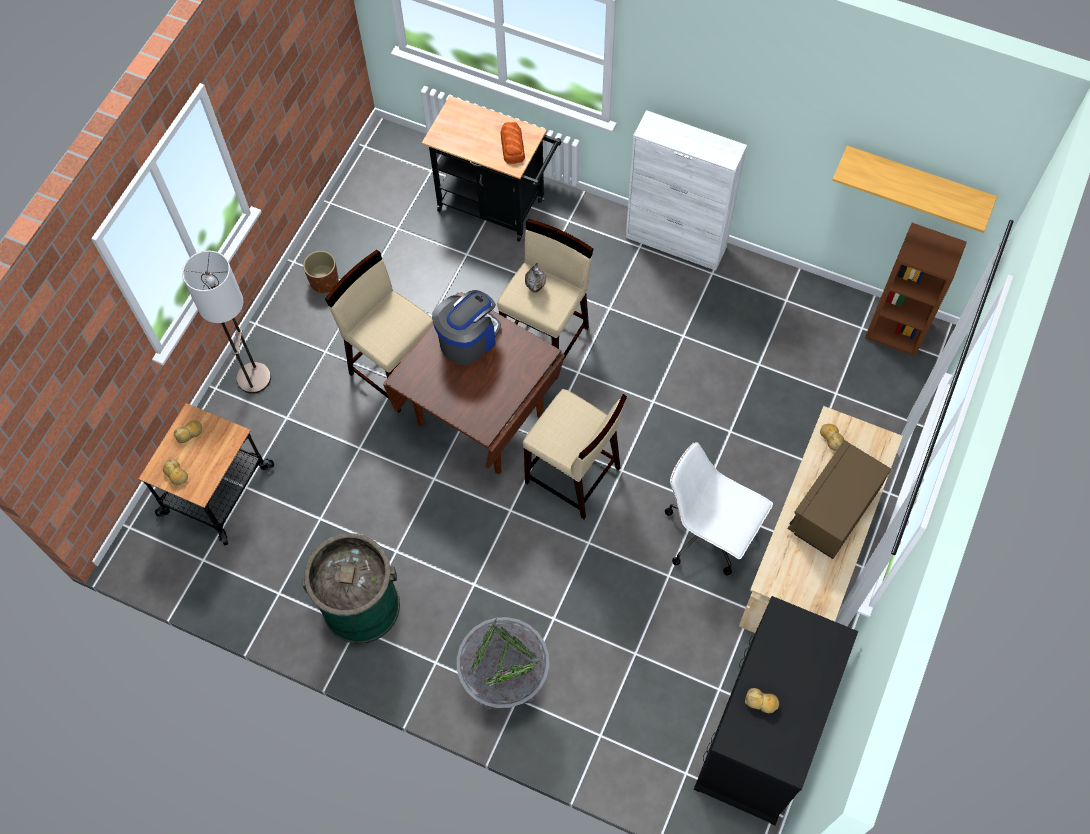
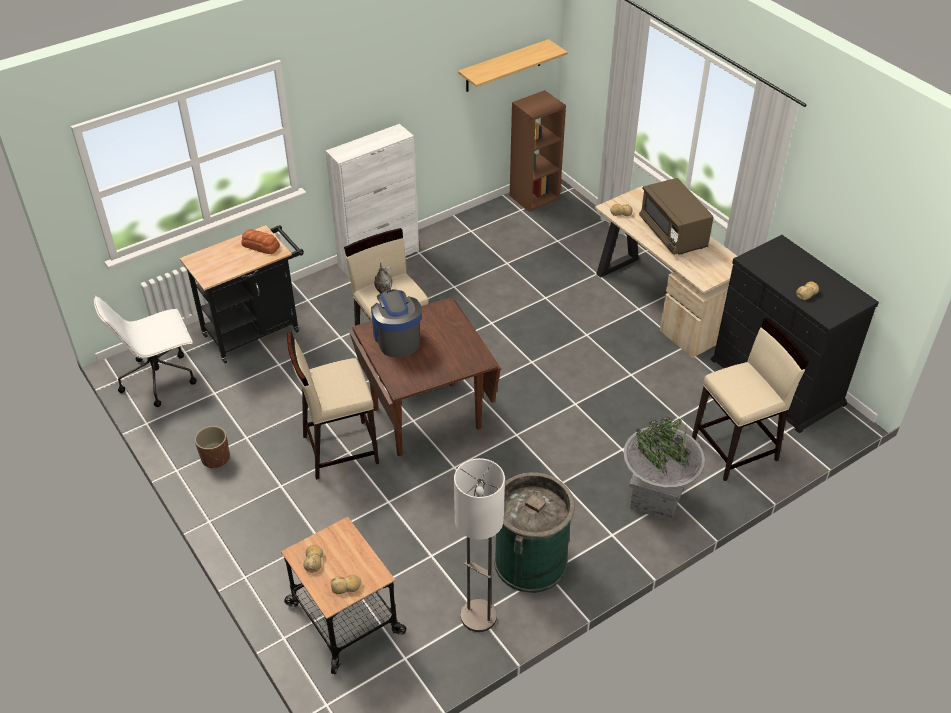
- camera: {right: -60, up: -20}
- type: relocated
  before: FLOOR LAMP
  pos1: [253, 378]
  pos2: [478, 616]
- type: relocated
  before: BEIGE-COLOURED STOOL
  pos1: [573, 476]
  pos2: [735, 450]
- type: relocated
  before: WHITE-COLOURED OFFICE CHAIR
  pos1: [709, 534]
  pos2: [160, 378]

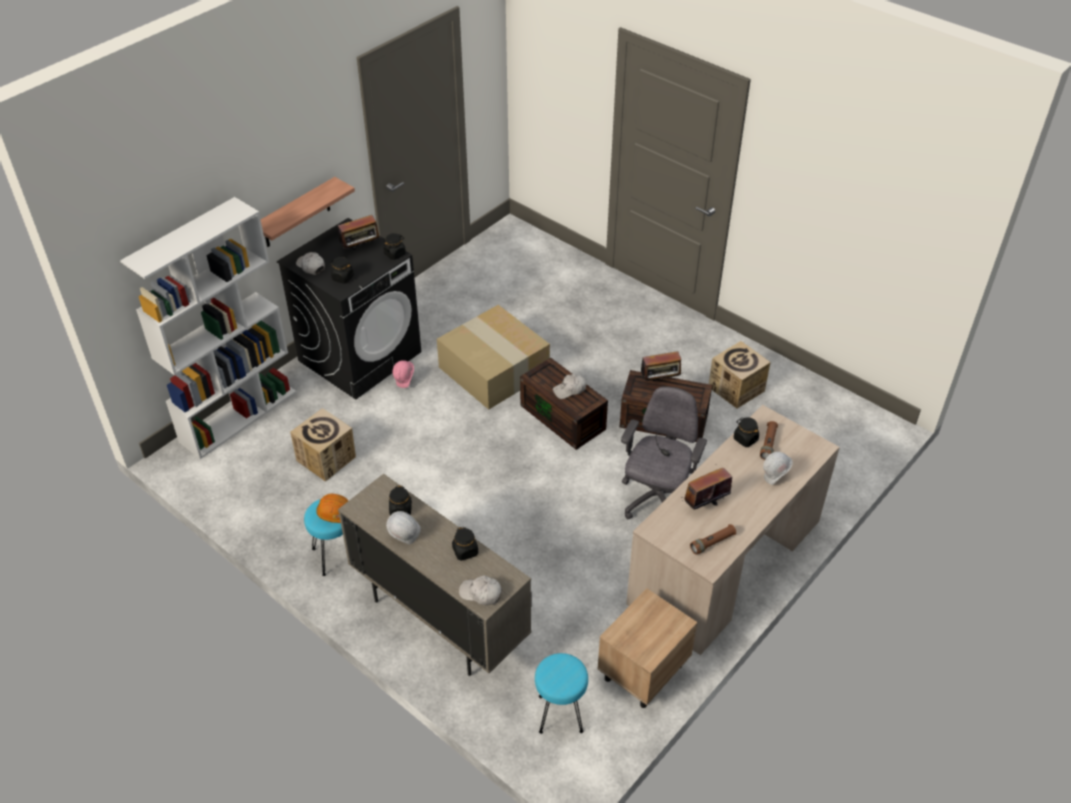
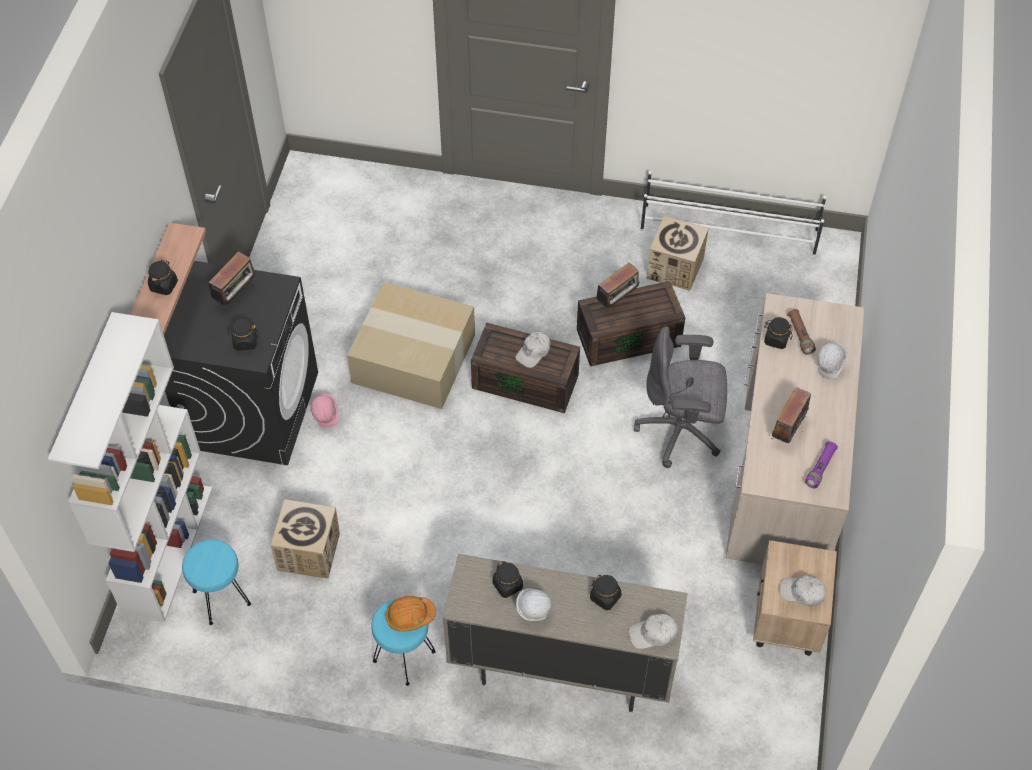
- camera: {right: -30, up: 10}
- type: relocated
  before: WHITE-COLOURED PEAKED CAP
  pos1: [311, 266]
  pos2: [802, 593]
- type: relocated
  before: BLACKISH STORAGE JAR
  pos1: [395, 254]
  pos2: [164, 285]
- type: relocated
  before: TURQUOISE-COLOURED STOOL
  pos1: [560, 714]
  pos2: [221, 598]
- type: spun
  before: GRAY OFFICE CHAIR
  pos1: [657, 500]
  pos2: [681, 432]
  turn: -75
- type: colour
  before: BROWNISH TORCH
  after: PURPLE TORCH
  pos1: [712, 543]
  pos2: [820, 468]
- type: appeared
  after: WHITE-COLOURED SHOE SHELF
  pos2: [729, 231]

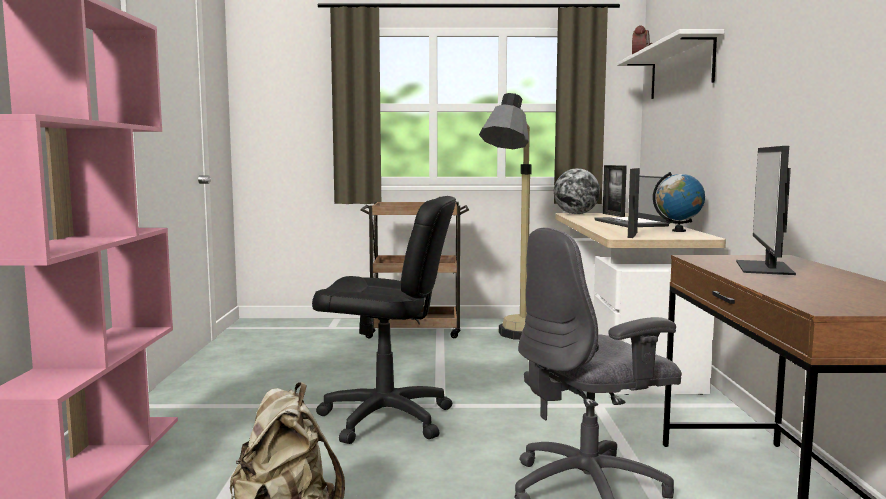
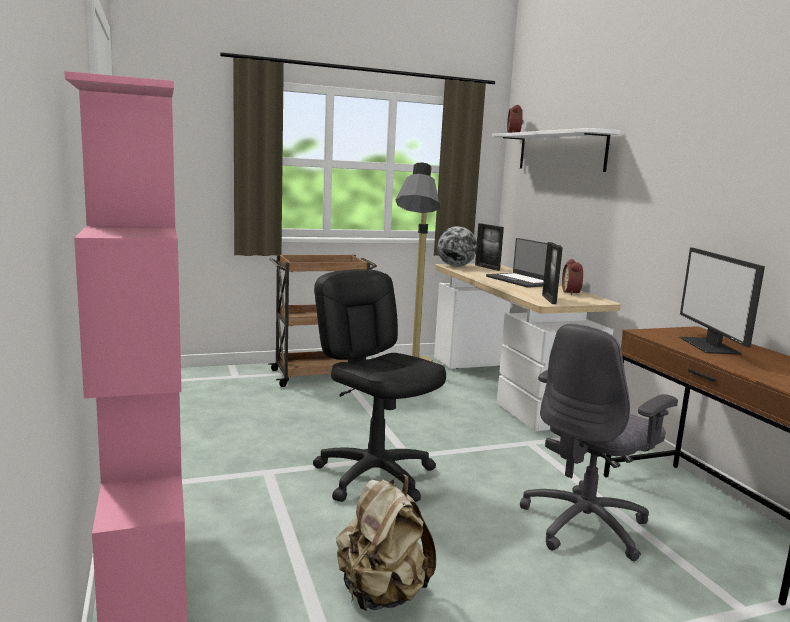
- camera: {right: -20, up: 5}
- type: spun
  before: BLACKISH OFFICE CHAIR
  pos1: [386, 419]
  pos2: [375, 476]
  turn: -120
- type: exchanged
  before: DESK GLOBE
  after: ALARM CLOCK
  pos1: [678, 231]
  pos2: [572, 292]

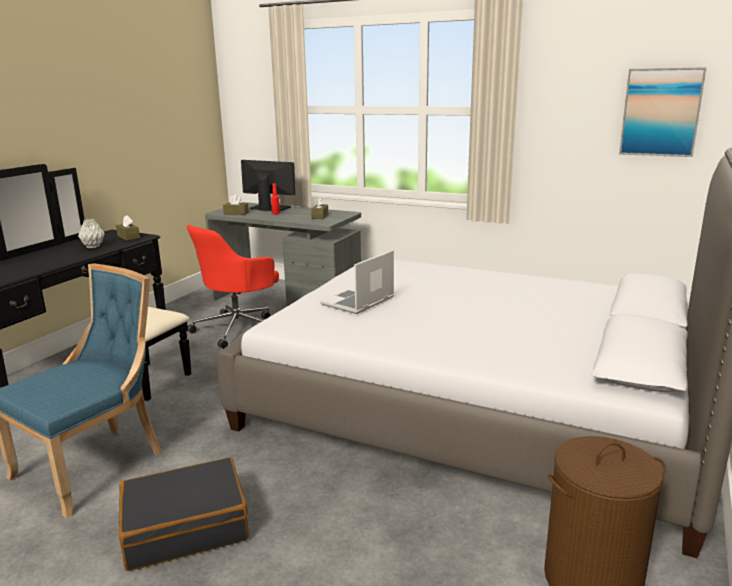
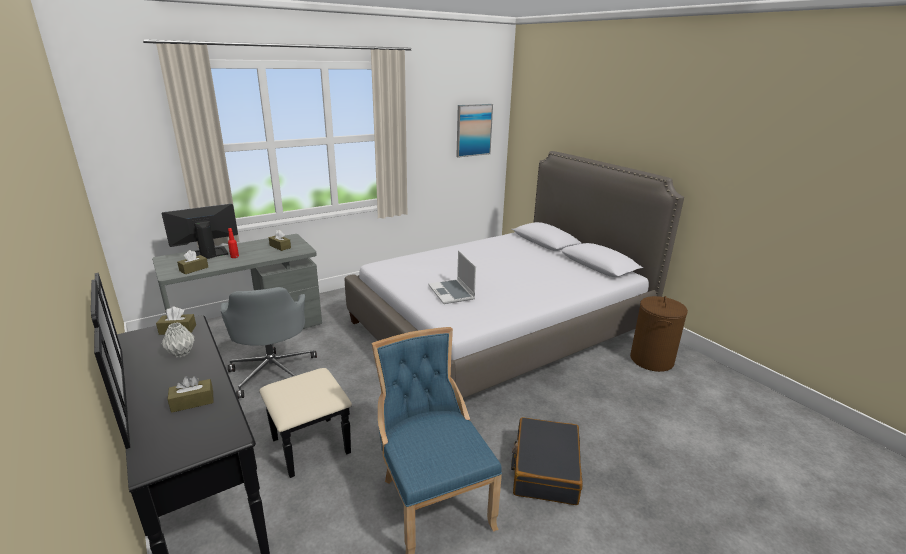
- camera: {right: -60, up: 5}
- type: colour
  before: REDDISH OFFICE CHAIR
  after: GRAY OFFICE CHAIR
  pos1: [239, 329]
  pos2: [273, 372]
- type: appeared
  after: BROWNISH TISSUE HOLDER
  pos2: [192, 402]

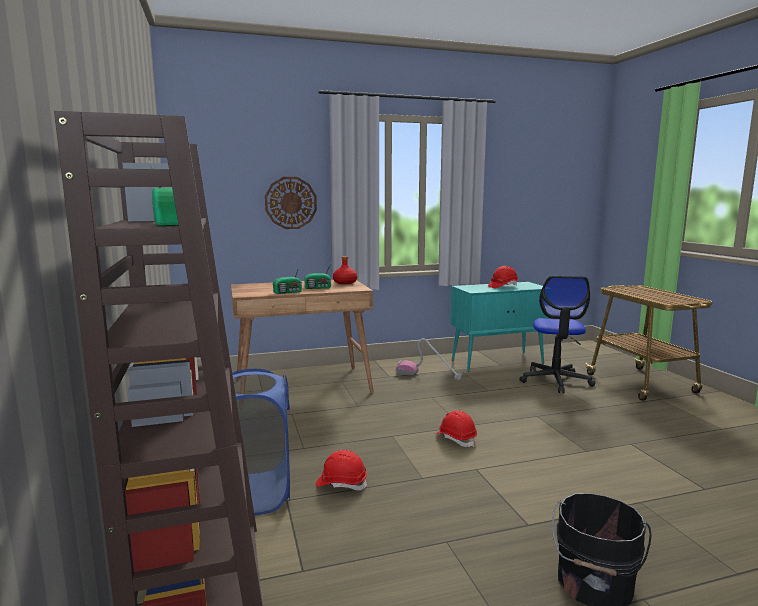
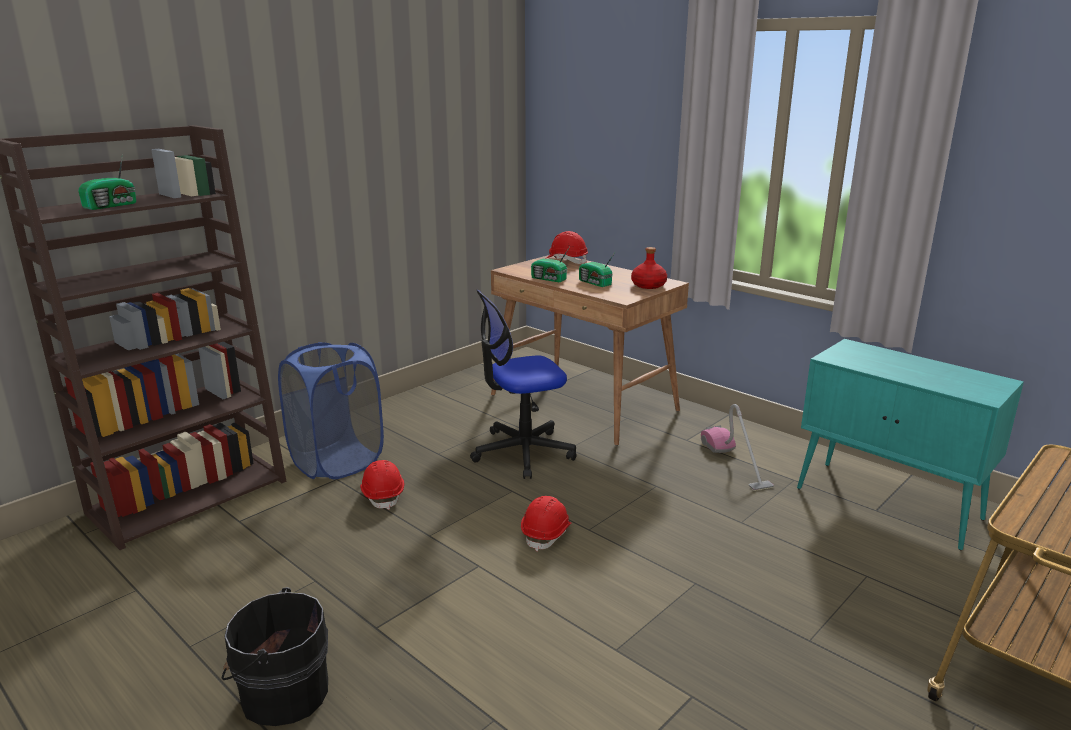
- camera: {right: 60, up: 10}
- type: missing
  before: CLOCK ON THE WALL
  pos1: [291, 203]
- type: relocated
  before: REDDISH WORK HELMET
  pos1: [503, 286]
  pos2: [566, 261]
- type: relocated
  before: OFFICE CHAIR
  pos1: [555, 381]
  pos2: [522, 452]

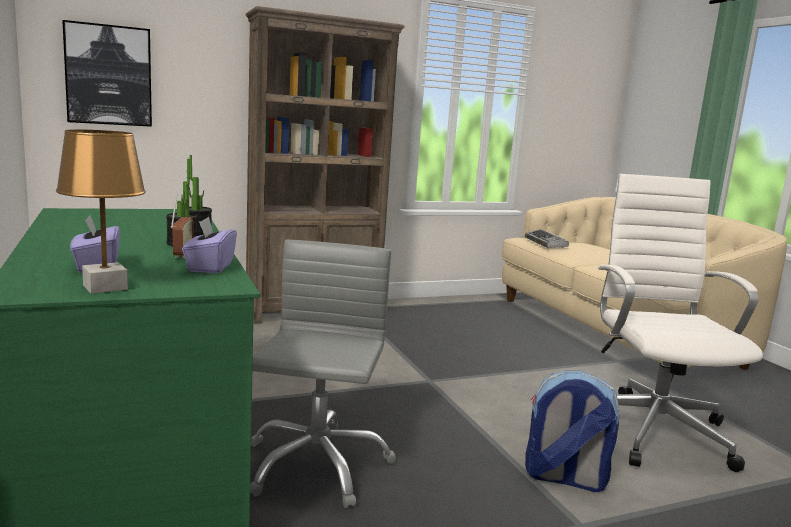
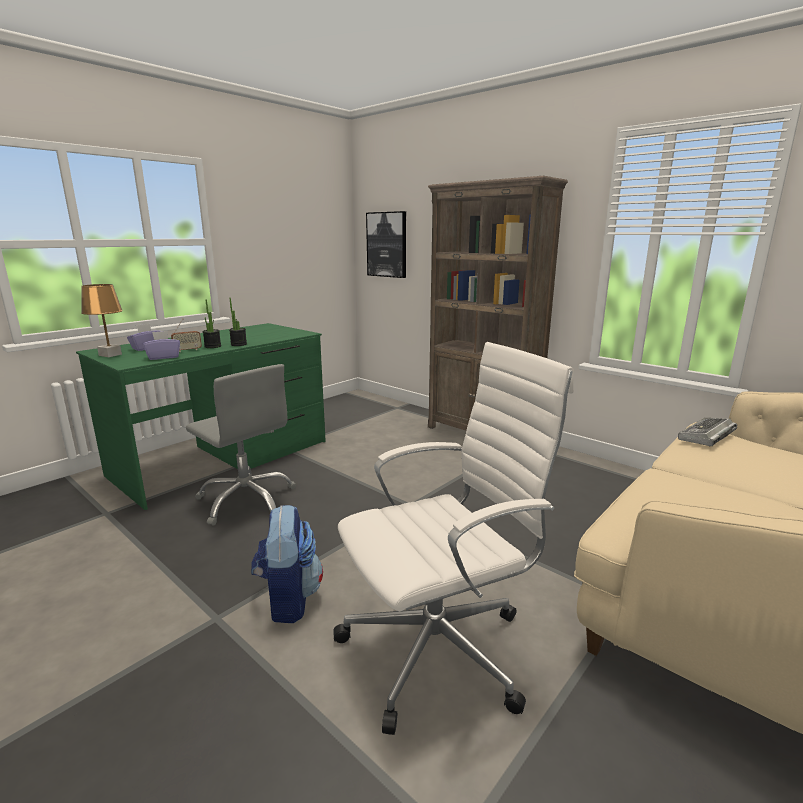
- camera: {right: 65, up: 5}
- type: spun
  before: GRAY OFFICE CHAIR
  pos1: [316, 464]
  pos2: [247, 500]
  turn: 60

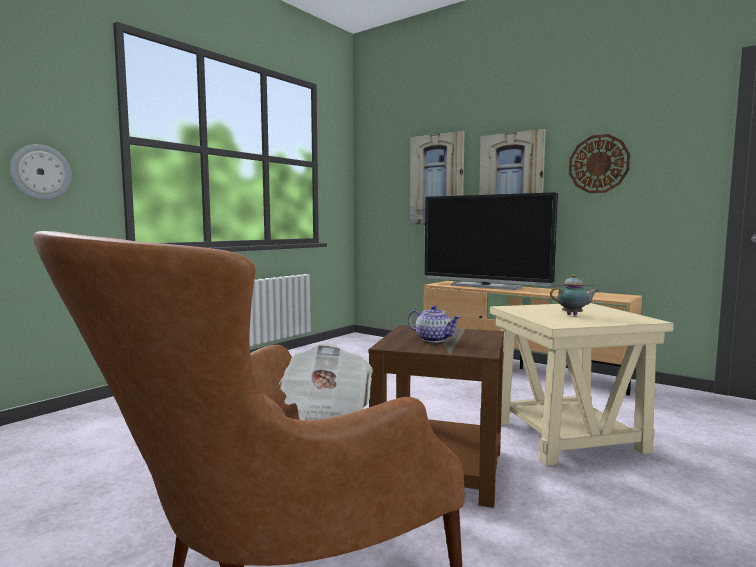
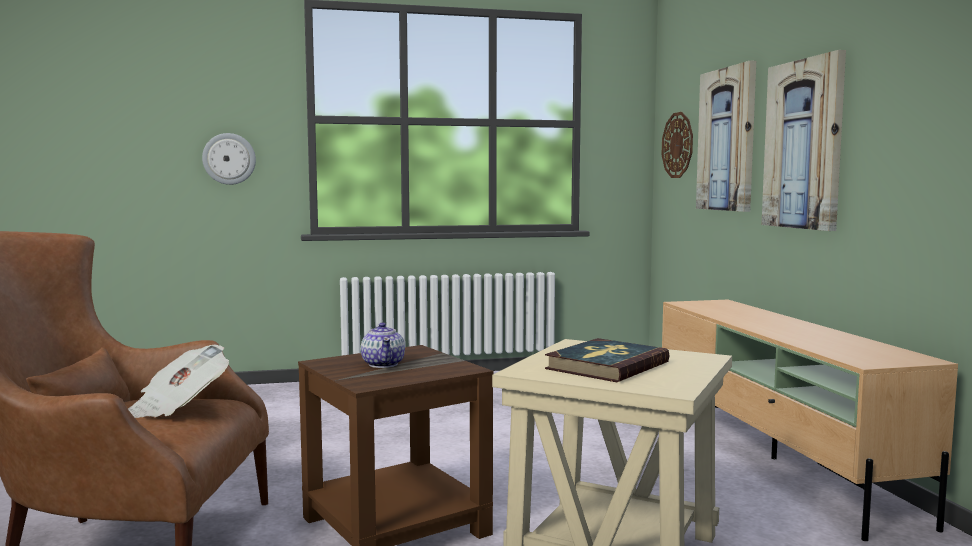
- camera: {right: 40, up: 0}
- type: missing
  before: TELEVISION
  pos1: [486, 286]
- type: exchanged
  before: TEA POT
  after: BOOK
  pos1: [573, 315]
  pos2: [606, 365]
- type: relocated
  before: CLOCK ON THE WALL
  pos1: [598, 164]
  pos2: [678, 145]

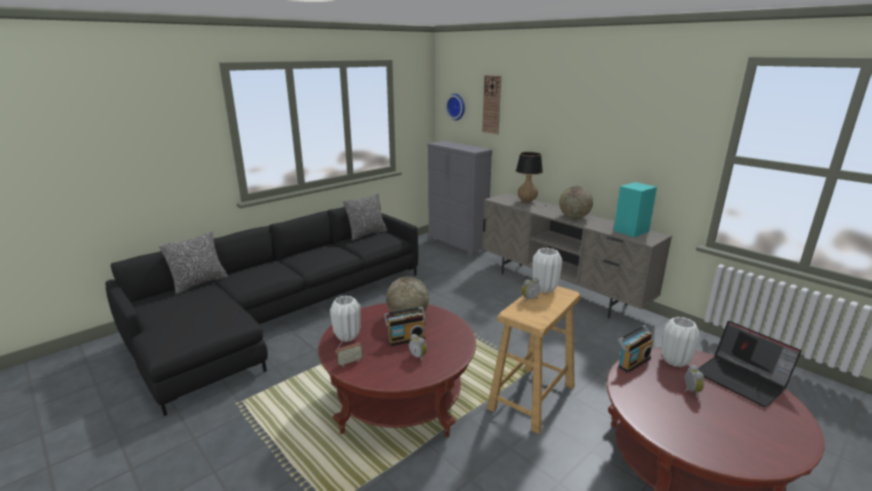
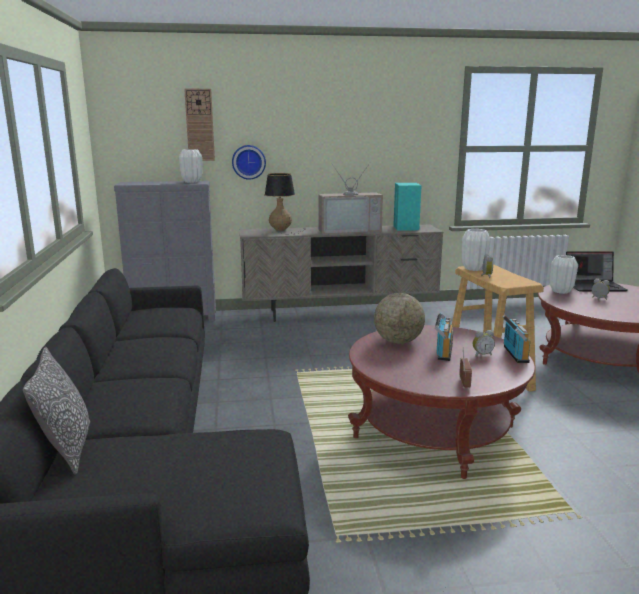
- camera: {right: -55, up: -5}
- type: relocated
  before: WHITE-COLOURED FLOWER VASE
  pos1: [347, 336]
  pos2: [191, 182]
- type: missing
  before: PILLOW
  pos1: [367, 234]
- type: relocated
  before: CLOCK ON THE WALL
  pos1: [457, 106]
  pos2: [248, 162]
- type: exchanged
  before: DESK GLOBE
  after: TELEVISION
  pos1: [574, 217]
  pos2: [349, 230]
- type: relocated
  before: RADIO RECEIVER
  pos1: [632, 361]
  pos2: [513, 354]

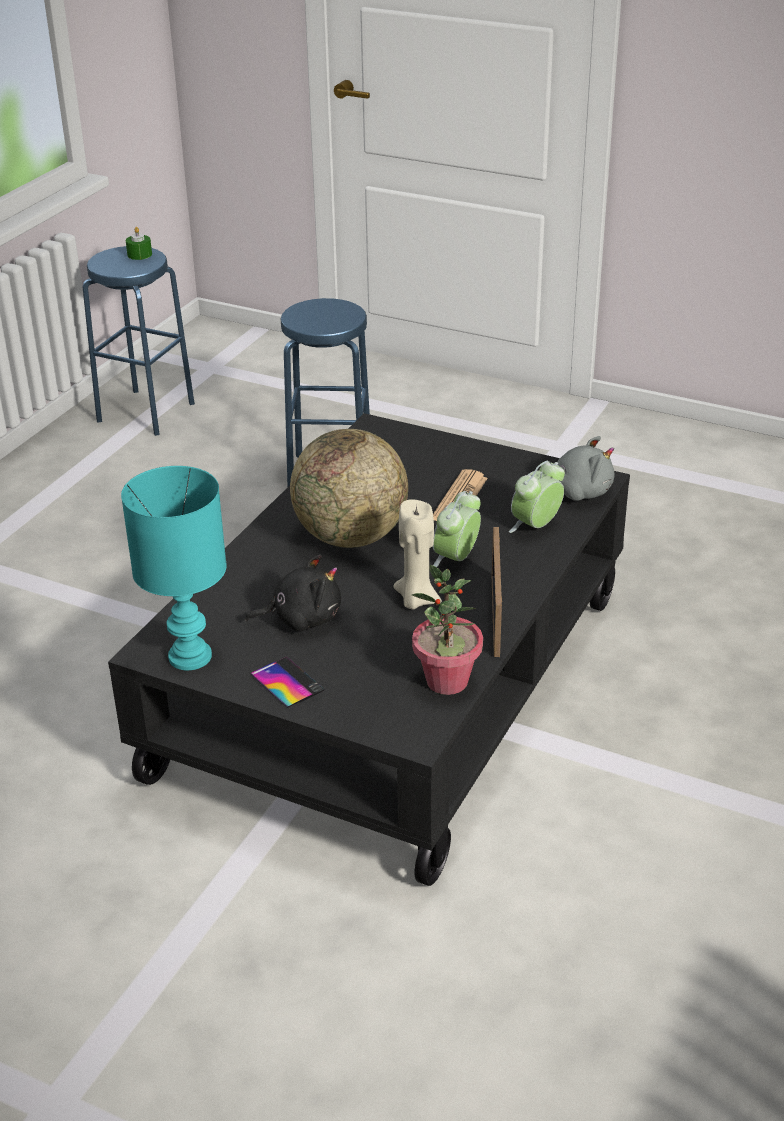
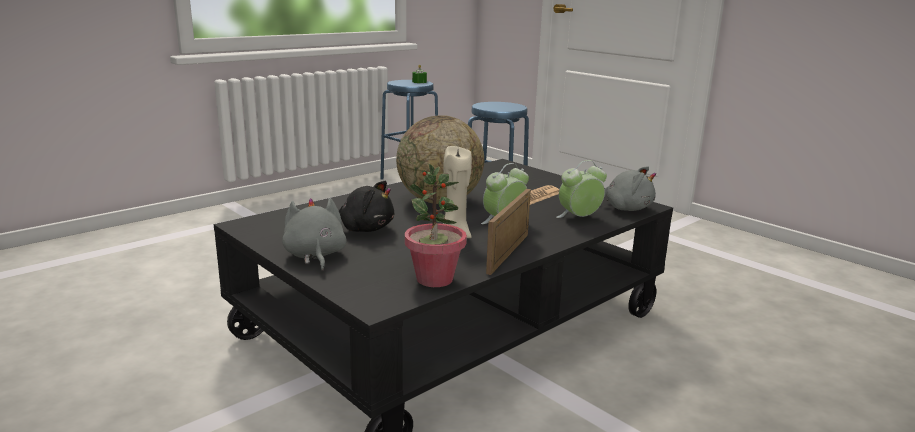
- camera: {right: 20, up: -15}
- type: missing
  before: TURQUOISE-COLOURED TABLE LAMP
  pos1: [191, 656]
- type: exchanged
  before: TELEPHONE
  after: GRAY CUDDLY TOY
  pos1: [287, 682]
  pos2: [315, 256]

